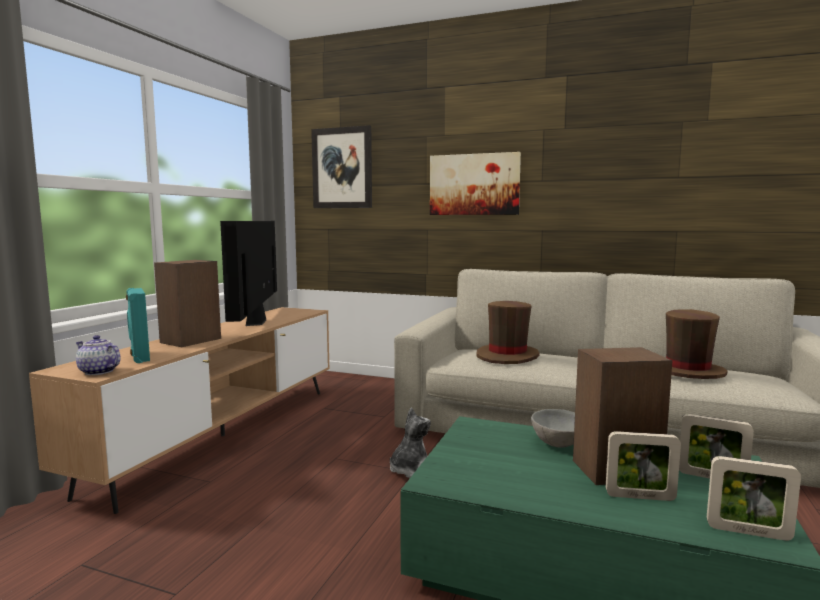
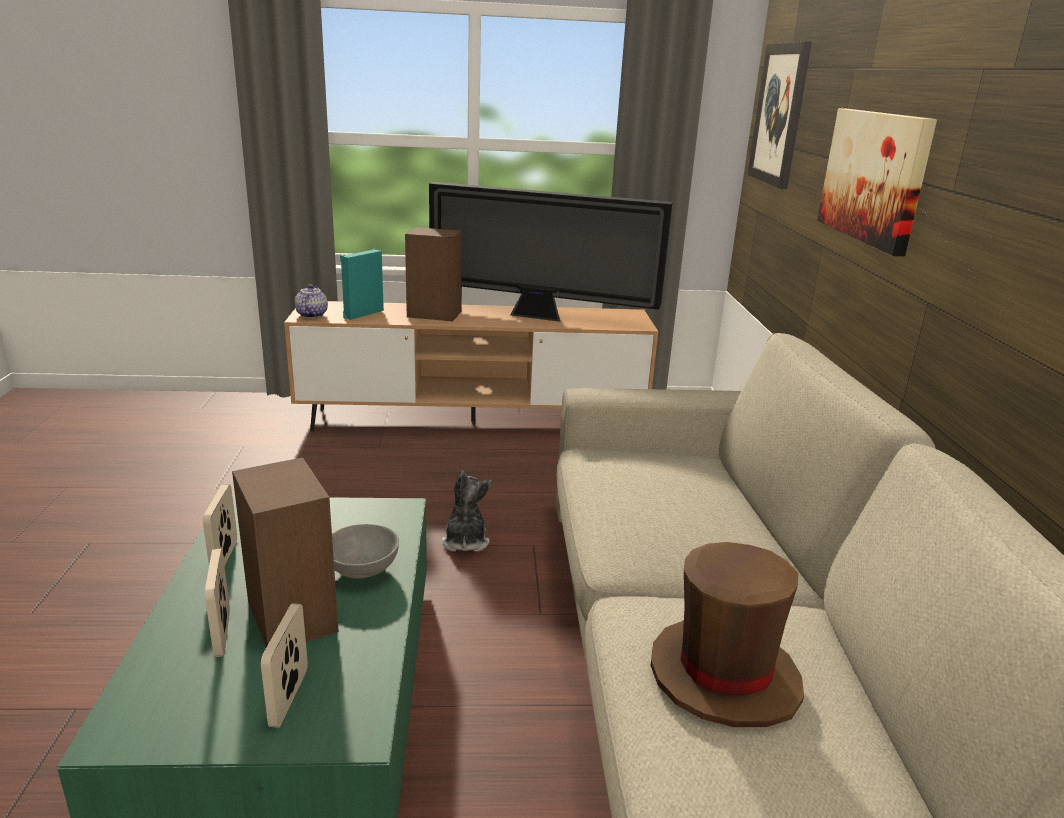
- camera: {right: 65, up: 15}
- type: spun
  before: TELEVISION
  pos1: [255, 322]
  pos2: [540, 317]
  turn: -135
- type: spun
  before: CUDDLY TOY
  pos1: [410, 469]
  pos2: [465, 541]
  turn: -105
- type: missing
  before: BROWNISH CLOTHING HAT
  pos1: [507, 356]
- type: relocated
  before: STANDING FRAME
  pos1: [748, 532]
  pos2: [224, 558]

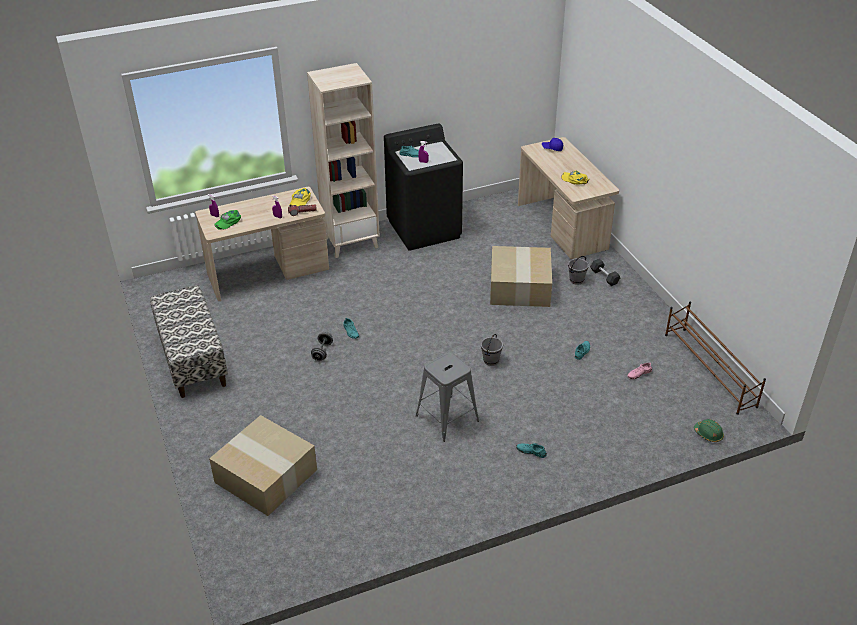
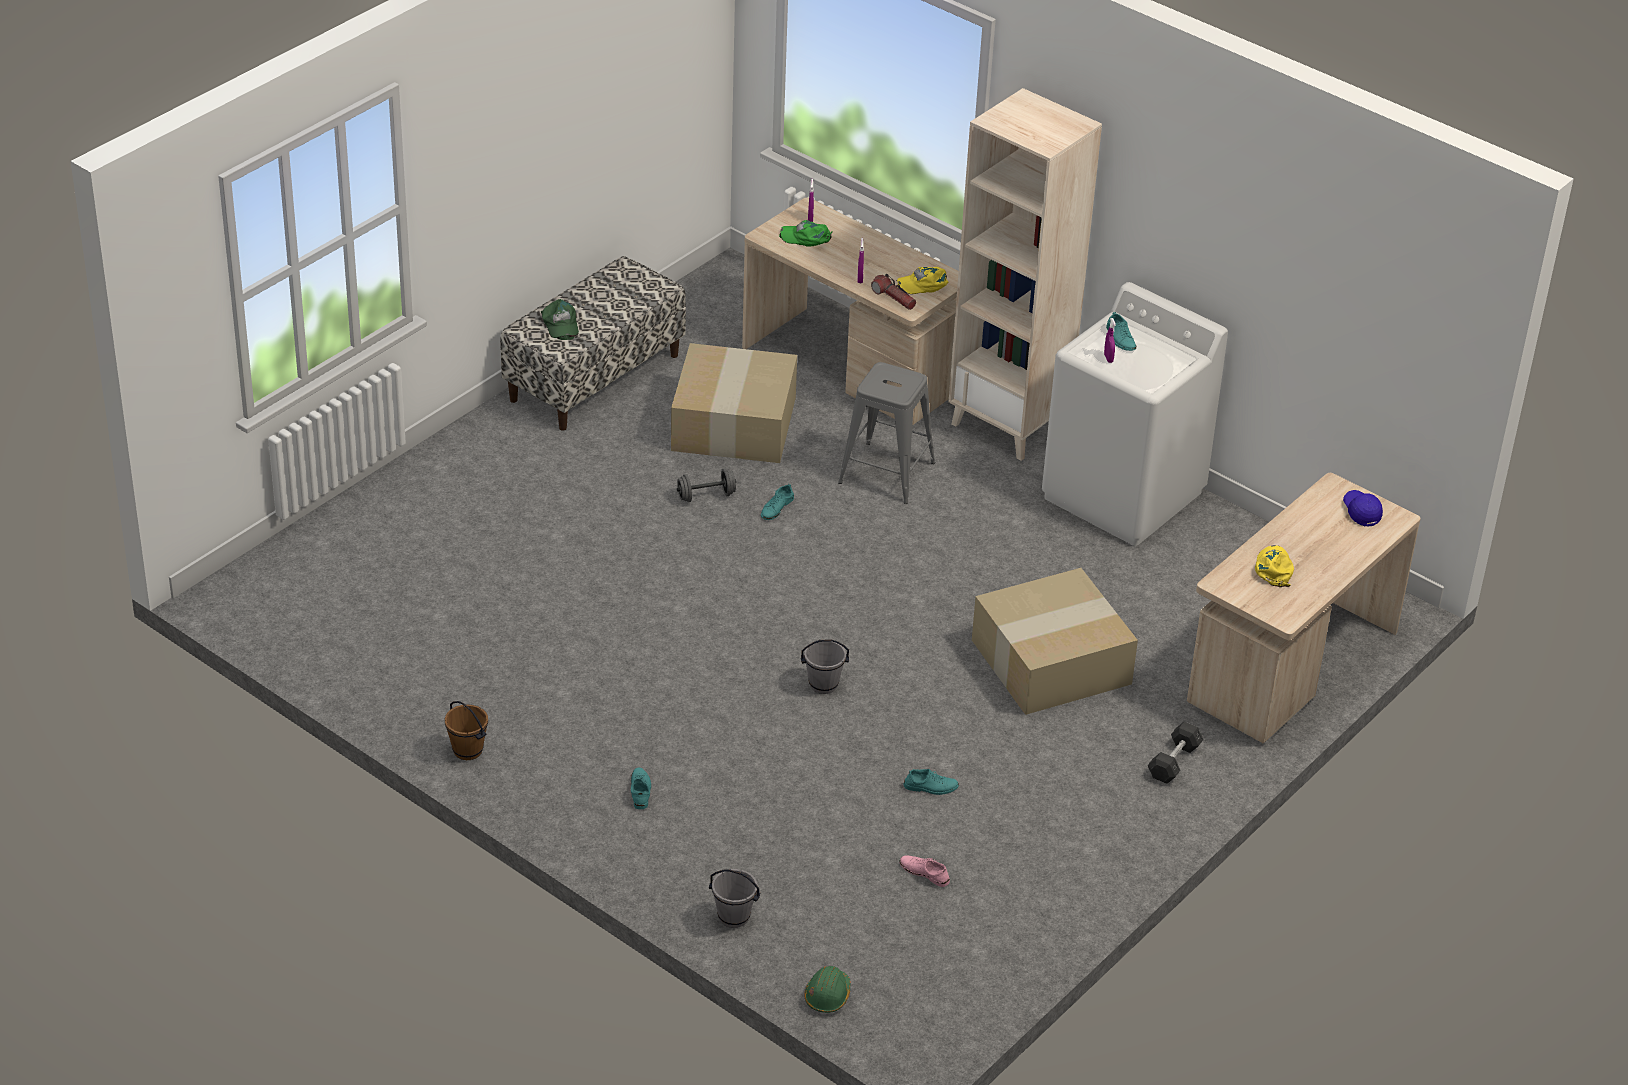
- camera: {right: 60, up: 0}
- type: relocated
  before: PACKING BOX
  pos1: [264, 476]
  pos2: [732, 422]
- type: colour
  before: BLACKISH LAUNDRY MACHINE
  after: WHITE-COLOURED LAUNDRY MACHINE
  pos1: [424, 229]
  pos2: [1123, 495]
- type: relocated
  before: GRAY STOOL
  pos1: [447, 418]
  pos2: [887, 473]
- type: relocated
  before: GRAY BUCKET
  pos1: [576, 280]
  pos2: [733, 917]
- type: missing
  before: BROWNISH SHOE SHELF
  pos1: [709, 370]
- type: appeared
  after: BROWNISH BUCKET
  pos2: [467, 751]
- type: appeared
  after: GREEN-COLOURED PEAKED CAP
  pos2: [560, 324]

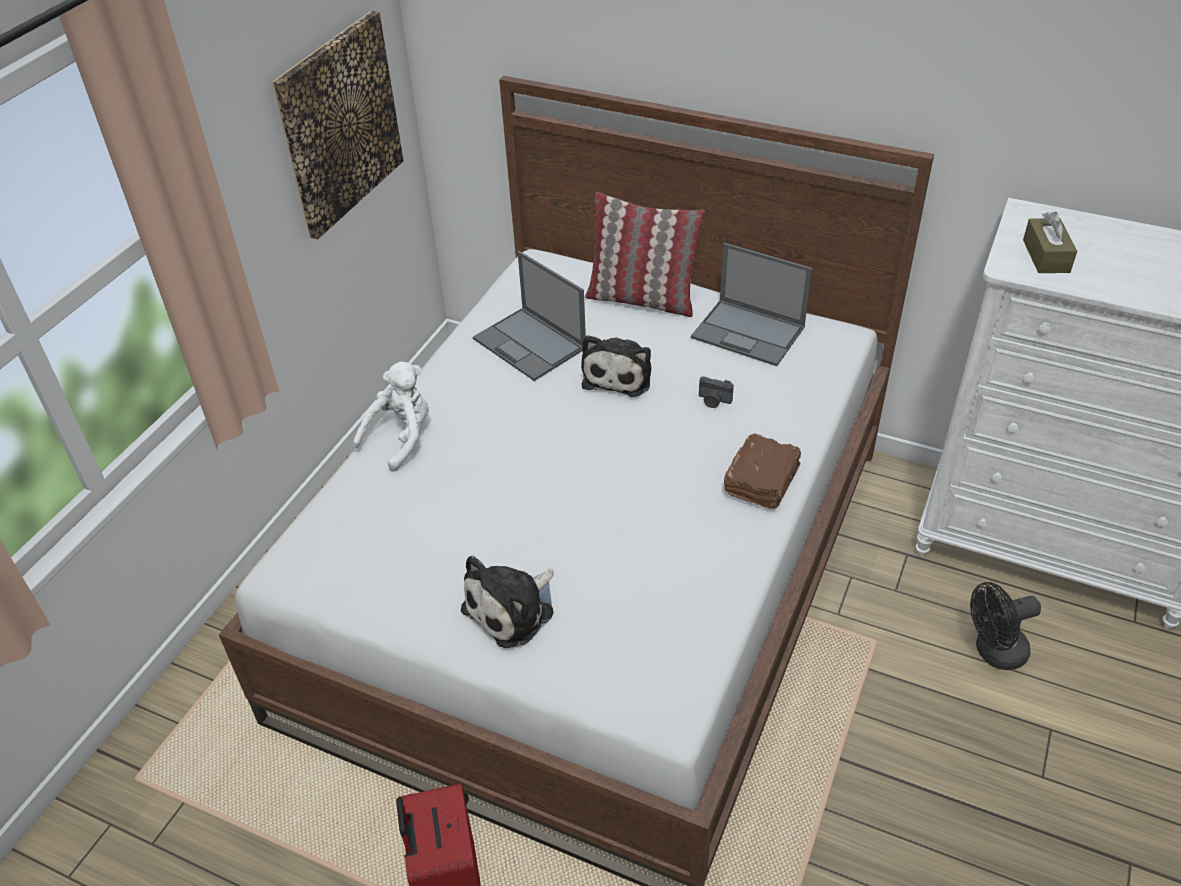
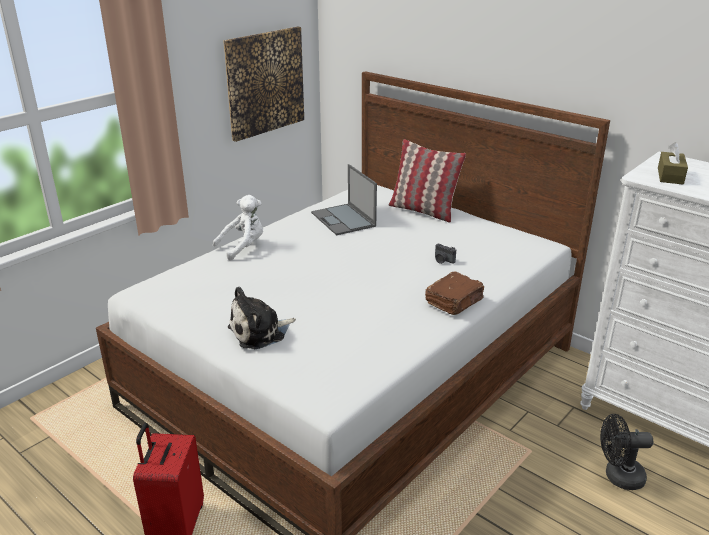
- camera: {right: 15, up: -15}
- type: missing
  before: CUDDLY TOY
  pos1: [619, 374]
- type: missing
  before: LAPTOP
  pos1: [749, 332]

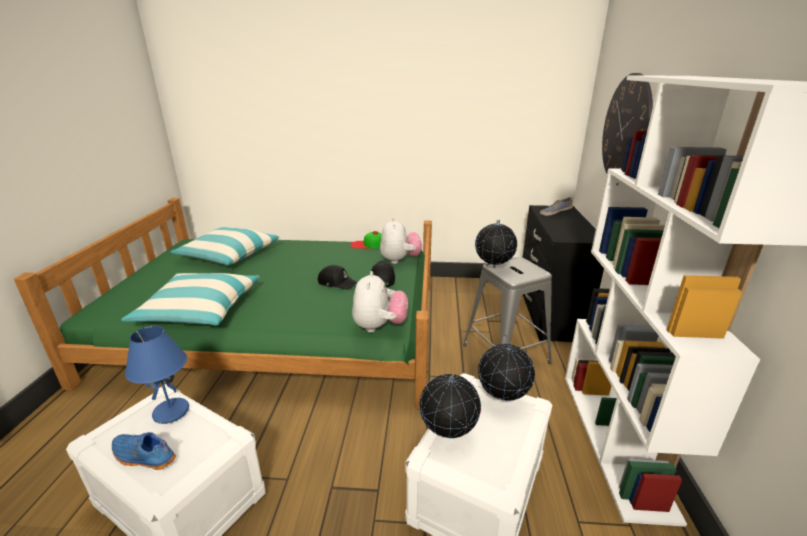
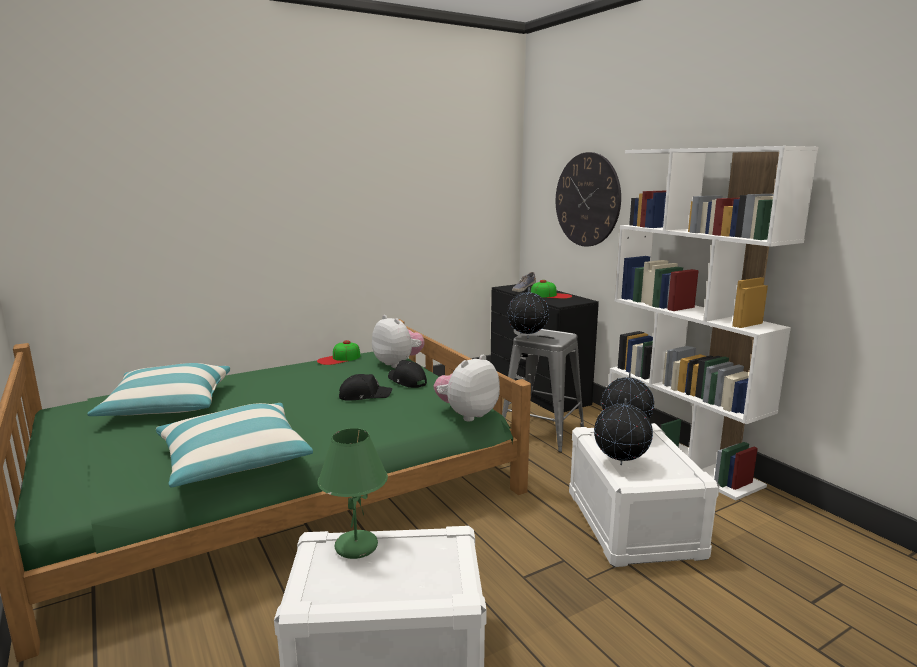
- camera: {right: -35, up: -10}
- type: missing
  before: BLUE LOW SHOE
  pos1: [143, 457]
- type: colour
  before: BLUE TABLE LAMP
  after: GREEN-COLOURED TABLE LAMP
  pos1: [172, 411]
  pos2: [356, 546]
- type: spun
  before: CUDDLY TOY
  pos1: [379, 326]
  pos2: [467, 415]
  turn: -105
- type: appeared
  after: PEAKED CAP
  pos2: [551, 295]

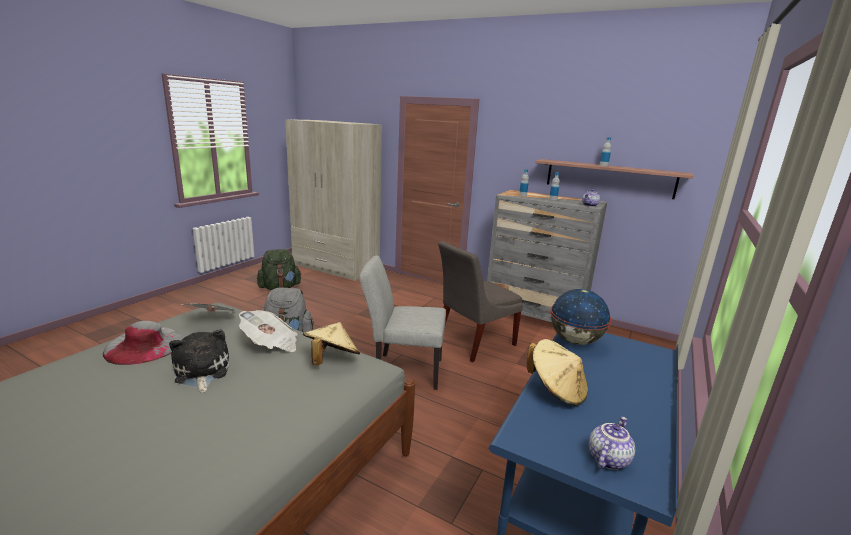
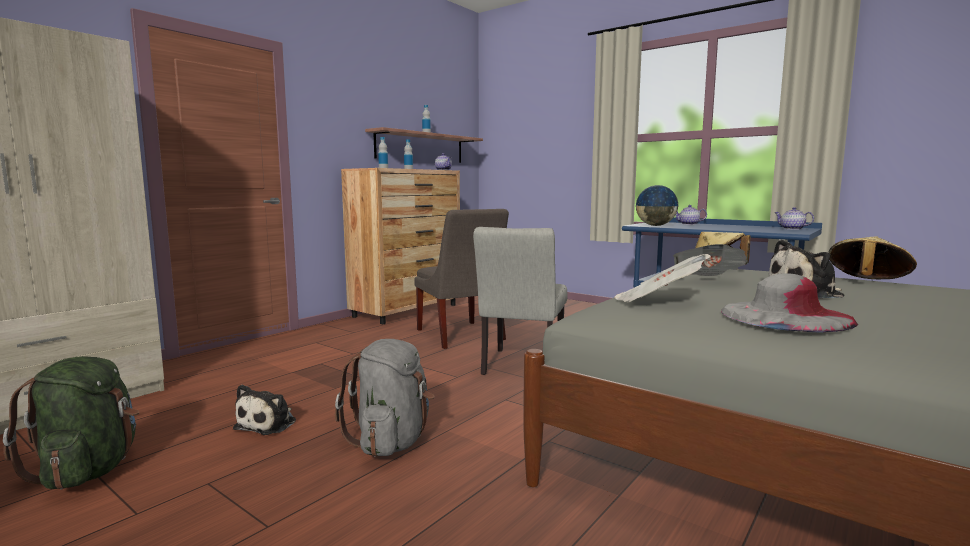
- camera: {right: -80, up: -10}
- type: colour
  before: GRAY DRAWER CHEST
  after: BROWNISH DRAWER CHEST
  pos1: [534, 315]
  pos2: [407, 310]
- type: relocated
  before: BEIGE-COLOURED CLOTHING HAT
  pos1: [556, 390]
  pos2: [866, 282]
- type: appeared
  after: CUDDLY TOY
  pos2: [268, 424]
- type: appeared
  after: TEA POT
  pos2: [688, 224]

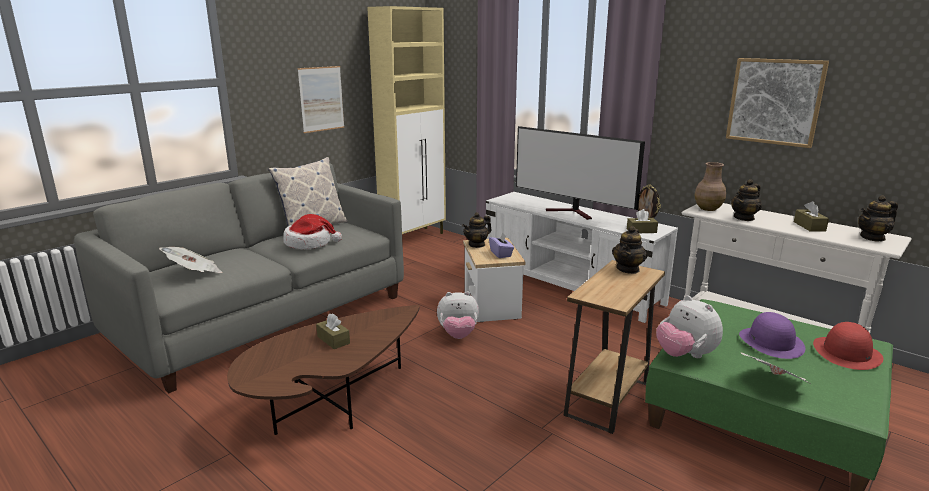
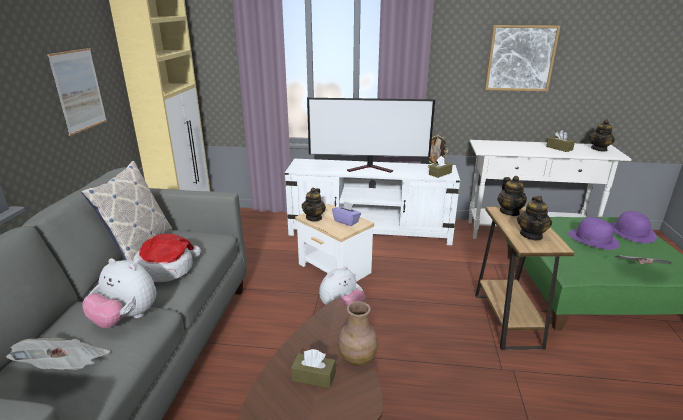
- camera: {right: -35, up: 5}
- type: relocated
  before: CUDDLY TOY
  pos1: [685, 355]
  pos2: [126, 318]
- type: relocated
  before: BROWNISH FLOWER VASE
  pos1: [708, 208]
  pos2: [357, 358]
- type: relocated
  before: TEA POT
  pos1: [744, 218]
  pos2: [531, 235]
- type: colour
  before: REDDISH CLOTHING HAT
  after: PURPLE CLOTHING HAT
  pos1: [846, 353]
  pos2: [631, 232]

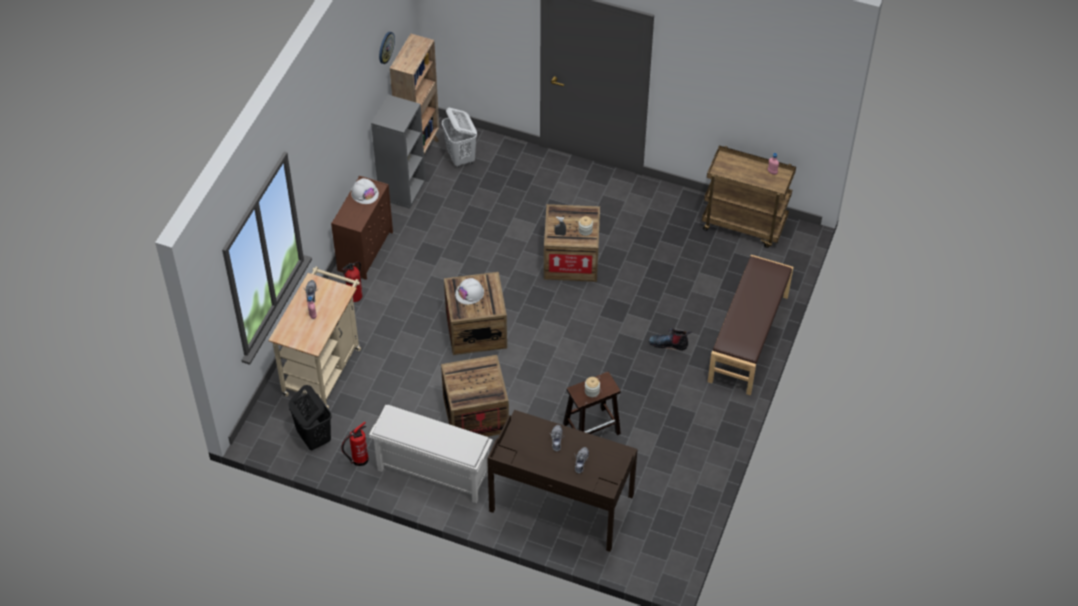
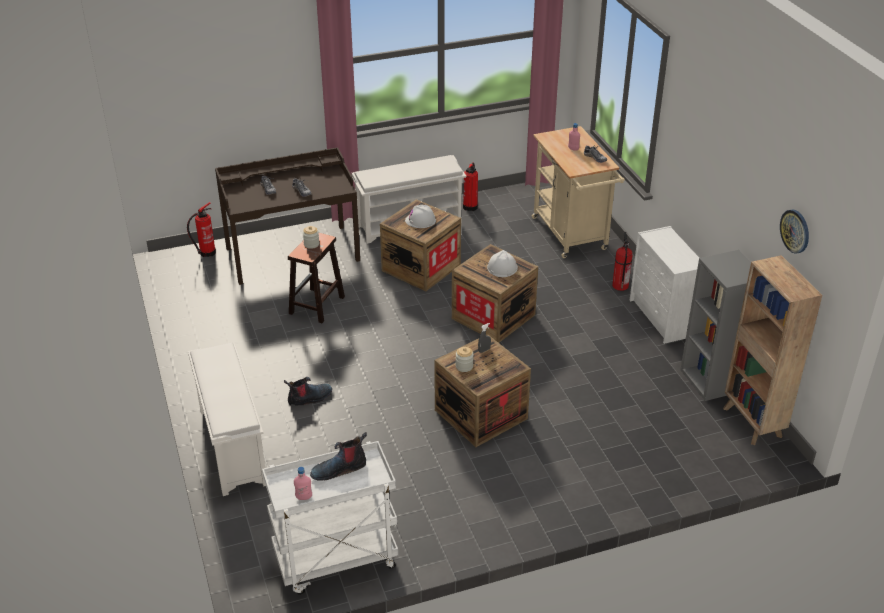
- camera: {right: 140, up: -15}
- type: missing
  before: BLACKISH LAUNDRY BASKET
  pos1: [314, 437]
- type: colour
  before: BROWNISH DRAWER CHEST
  after: WHITE-COLOURED DRAWER CHEST
  pos1: [365, 250]
  pos2: [662, 318]
- type: relocated
  before: WHITE-COLOURED WORK HELMET
  pos1: [365, 193]
  pos2: [420, 220]
- type: missing
  before: WHITE-COLOURED LAUNDRY BASKET
  pos1: [461, 157]
- type: colour
  before: BROWNISH WHEELED CART
  after: WHITE-COLOURED WHEELED CART
  pos1: [744, 224]
  pos2: [335, 561]
- type: exchanged
  before: BROWNISH INDOOR BENCH
  after: WHITE-COLOURED SHOE SHELF
  pos1: [749, 338]
  pos2: [231, 446]
- type: appeared
  after: FIRE EXTINGUISHER
  pos2: [206, 253]
- type: appeared
  after: BOOT
  pos2: [339, 469]

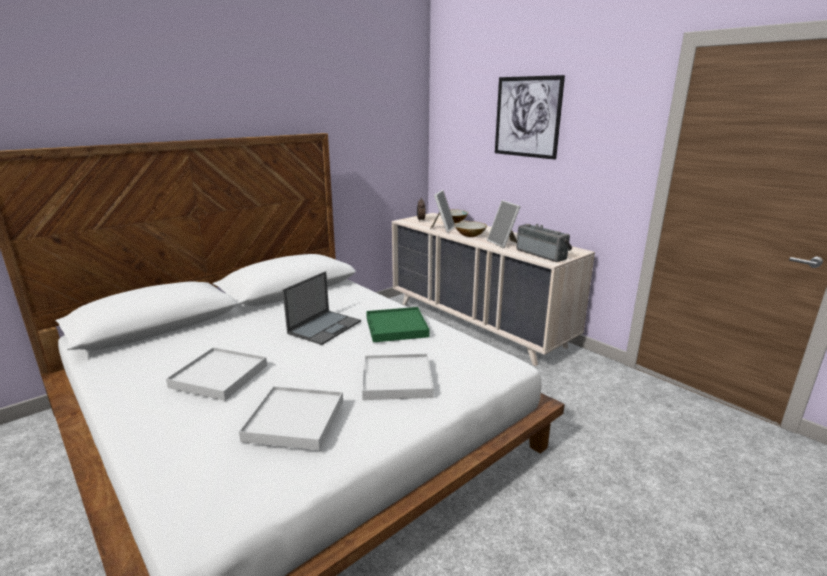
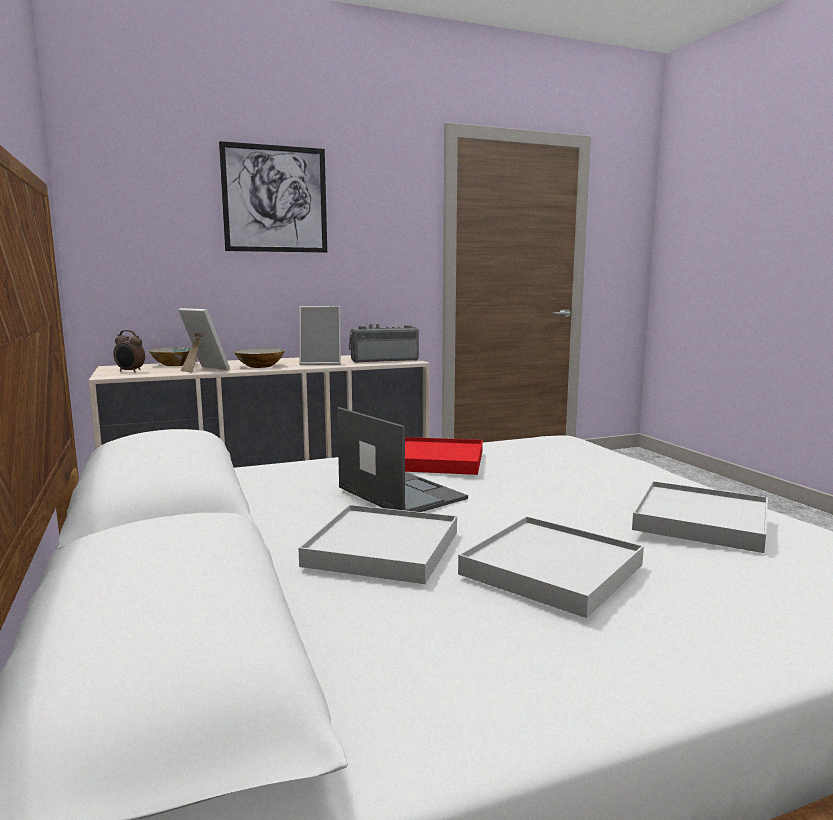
- camera: {right: -70, up: -10}
- type: relocated
  before: WHITE-COLOURED CARRYING TRAY
  pos1: [397, 380]
  pos2: [383, 549]
- type: colour
  before: GREEN-COLOURED CARRYING TRAY
  after: REDDISH CARRYING TRAY
  pos1: [396, 327]
  pos2: [438, 460]

